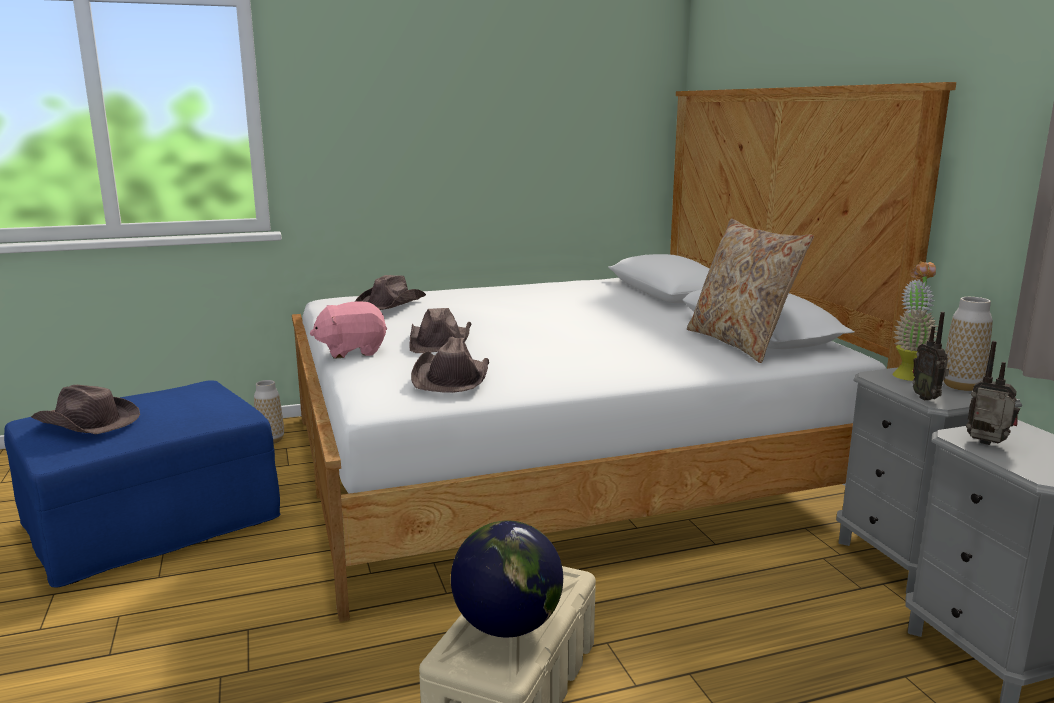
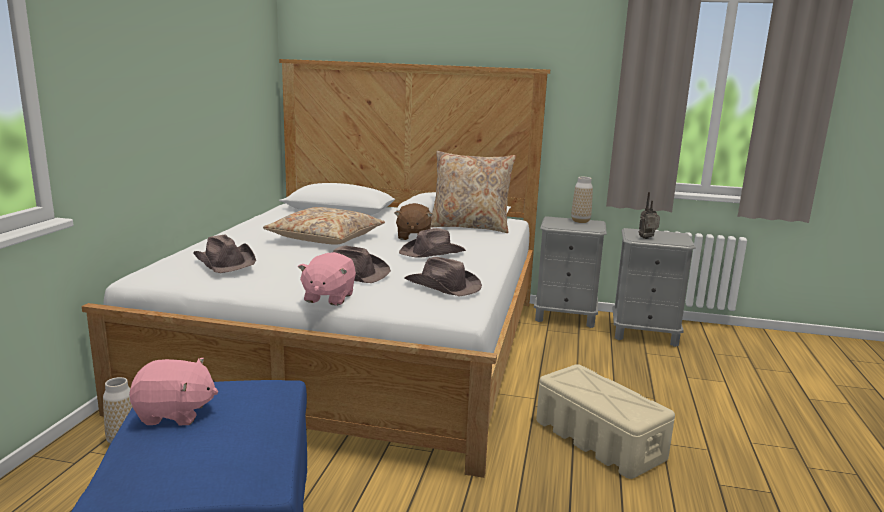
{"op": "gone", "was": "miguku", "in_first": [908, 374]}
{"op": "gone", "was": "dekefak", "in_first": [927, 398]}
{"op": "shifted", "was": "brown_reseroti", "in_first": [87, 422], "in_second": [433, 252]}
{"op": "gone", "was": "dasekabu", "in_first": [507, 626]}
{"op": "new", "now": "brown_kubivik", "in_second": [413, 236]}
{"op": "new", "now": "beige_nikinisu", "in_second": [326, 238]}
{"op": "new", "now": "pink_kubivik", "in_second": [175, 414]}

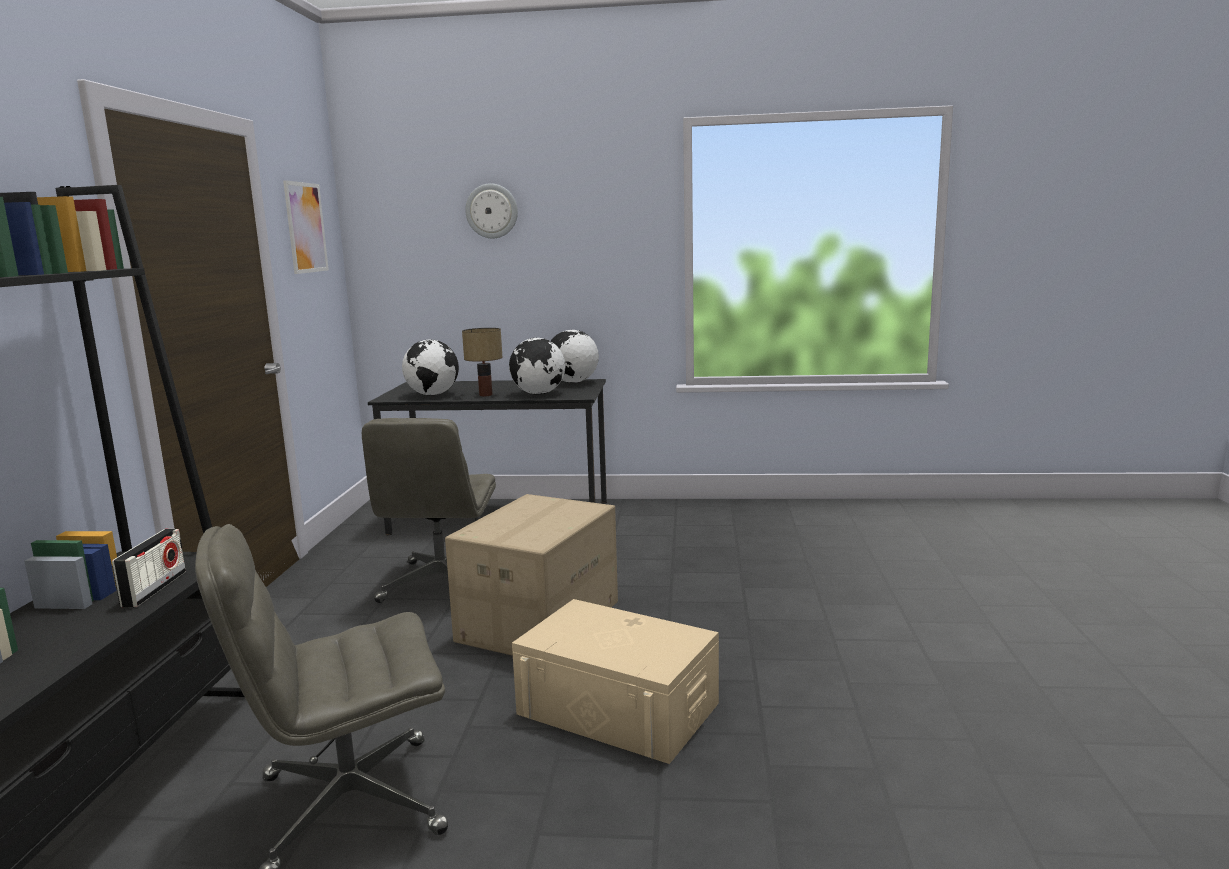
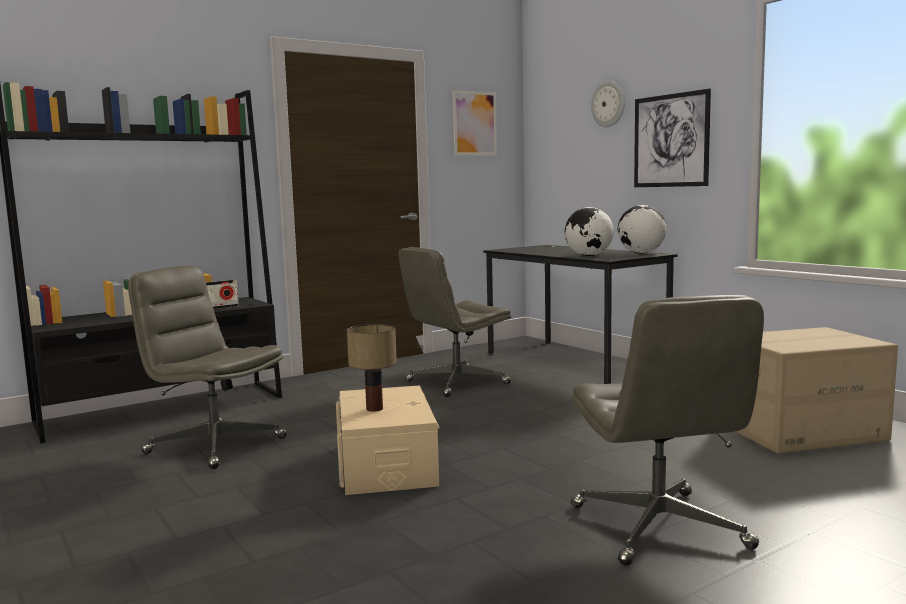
{"op": "shifted", "was": "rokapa", "in_first": [485, 395], "in_second": [374, 408]}
{"op": "gone", "was": "dasekabu", "in_first": [433, 394]}
{"op": "shifted", "was": "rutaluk", "in_first": [538, 621], "in_second": [800, 431]}
{"op": "new", "now": "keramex", "in_second": [670, 140]}
{"op": "new", "now": "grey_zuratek", "in_second": [659, 528]}

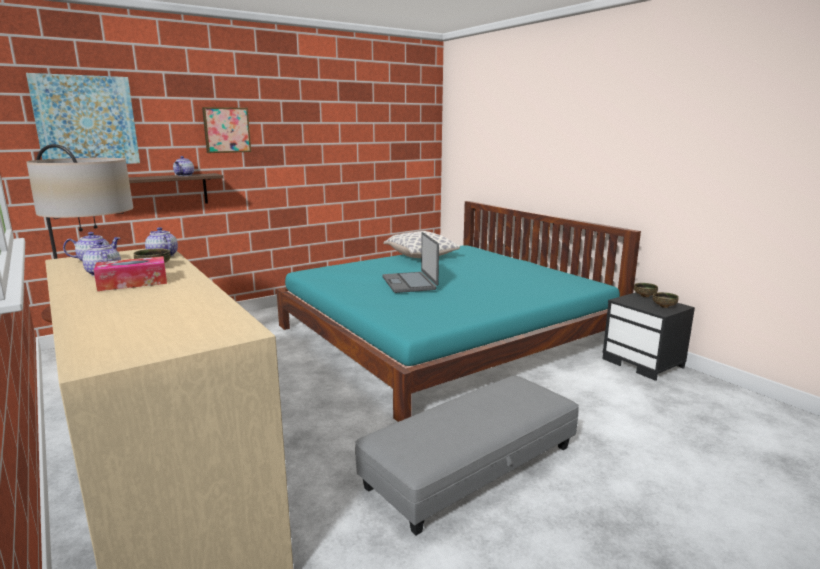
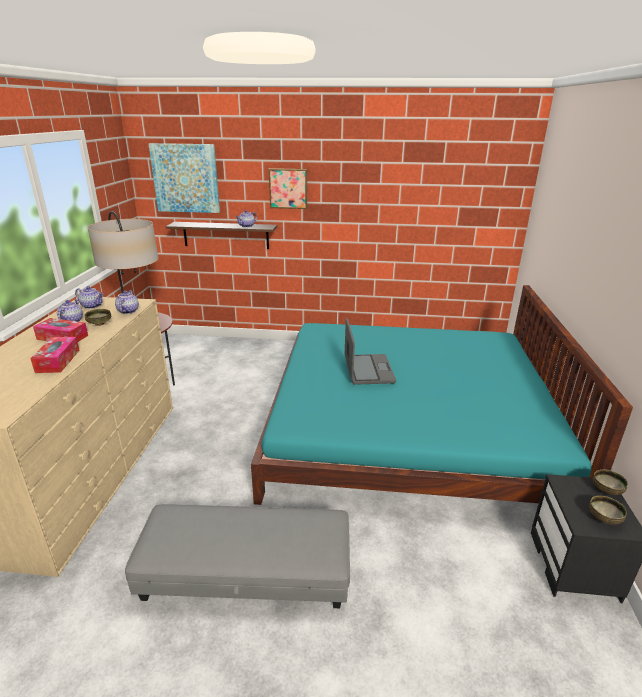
{"op": "gone", "was": "nikinisu", "in_first": [420, 256]}
{"op": "rotated", "was": "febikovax", "in_first": [410, 283], "in_second": [368, 370], "clockwise": 150}
{"op": "new", "now": "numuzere", "in_second": [58, 361]}

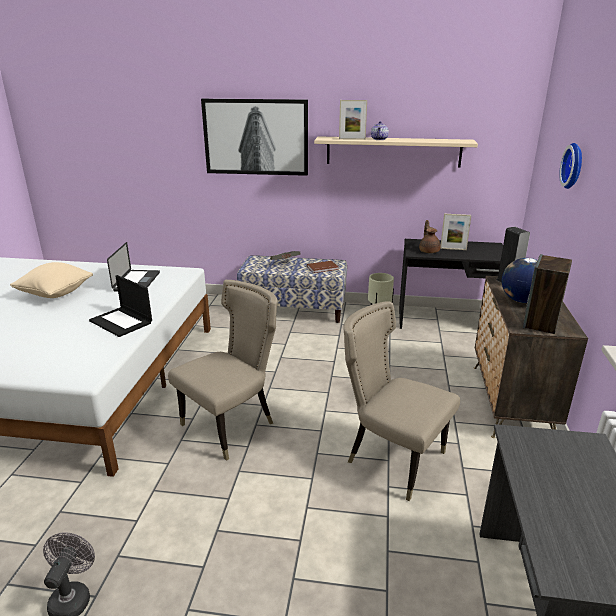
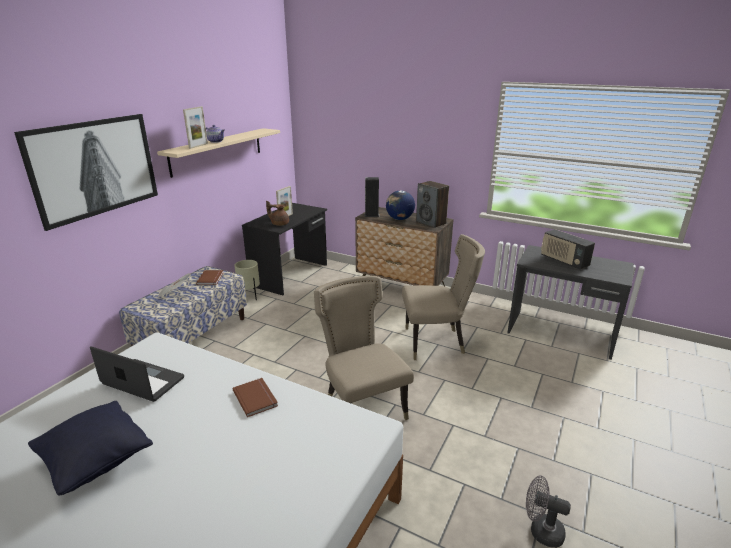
{"op": "gone", "was": "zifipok", "in_first": [574, 166]}
{"op": "repainted", "was": "beige_nikinisu", "now": "black_nikinisu", "in_first": [55, 293], "in_second": [96, 461]}
{"op": "swapped", "was": "febikovax", "now": "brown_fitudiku", "in_first": [122, 322], "in_second": [256, 398]}
{"op": "rotated", "was": "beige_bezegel", "in_first": [391, 458], "in_second": [436, 342], "clockwise": -150}
{"op": "new", "now": "dekefak", "in_second": [563, 261]}

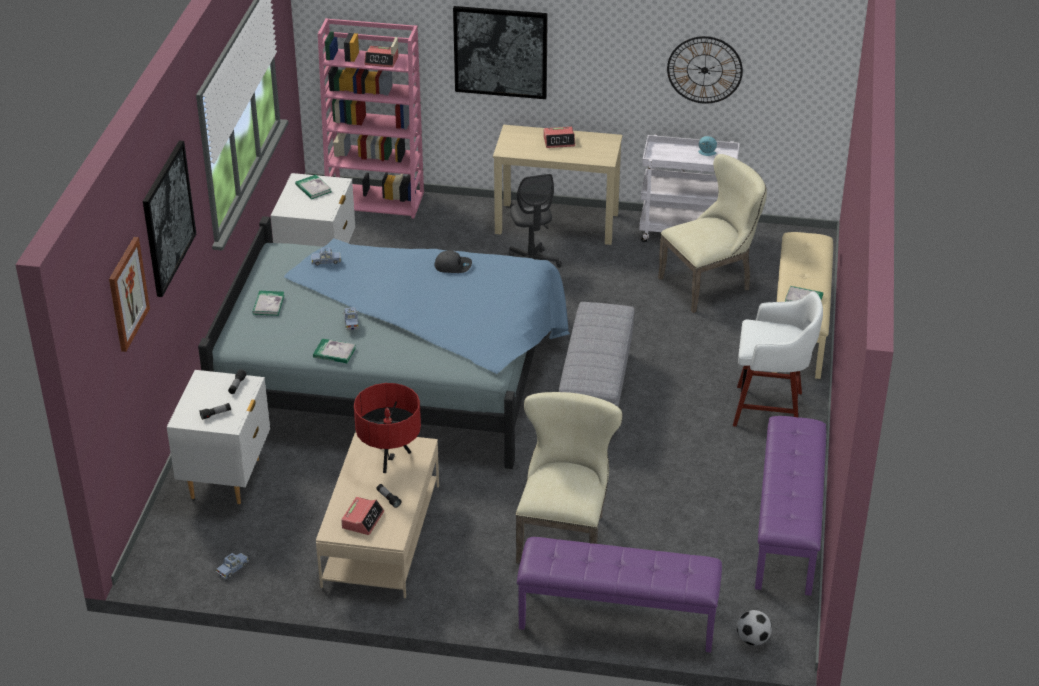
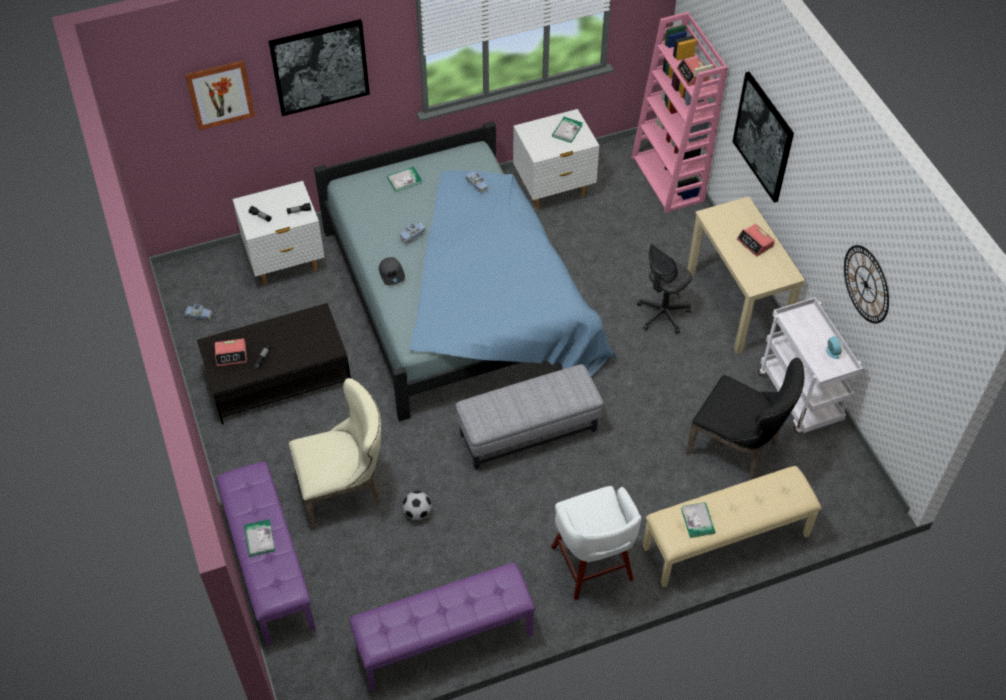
{"op": "repainted", "was": "beige_bezegel", "now": "black_bezegel", "in_first": [710, 283], "in_second": [738, 448]}
{"op": "shifted", "was": "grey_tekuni", "in_first": [453, 266], "in_second": [392, 274]}
{"op": "shifted", "was": "fitudiku", "in_first": [334, 352], "in_second": [259, 539]}
{"op": "gone", "was": "red_rokapa", "in_first": [390, 460]}
{"op": "repainted", "was": "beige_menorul", "now": "black_menorul", "in_first": [381, 535], "in_second": [279, 378]}
{"op": "shifted", "was": "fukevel", "in_first": [753, 639], "in_second": [418, 512]}

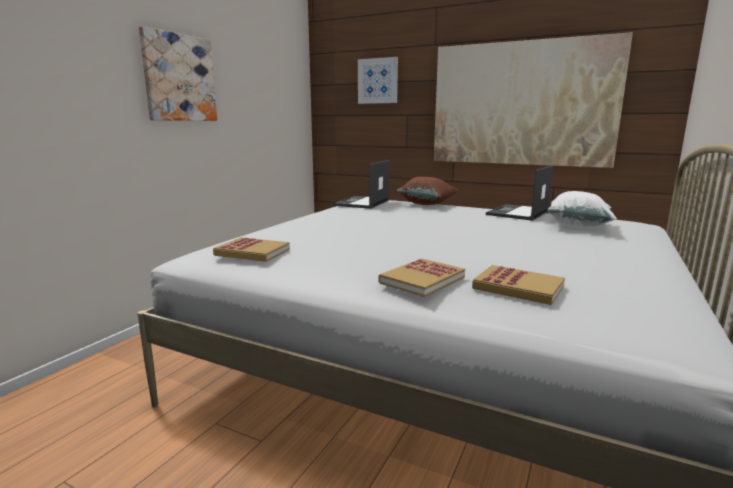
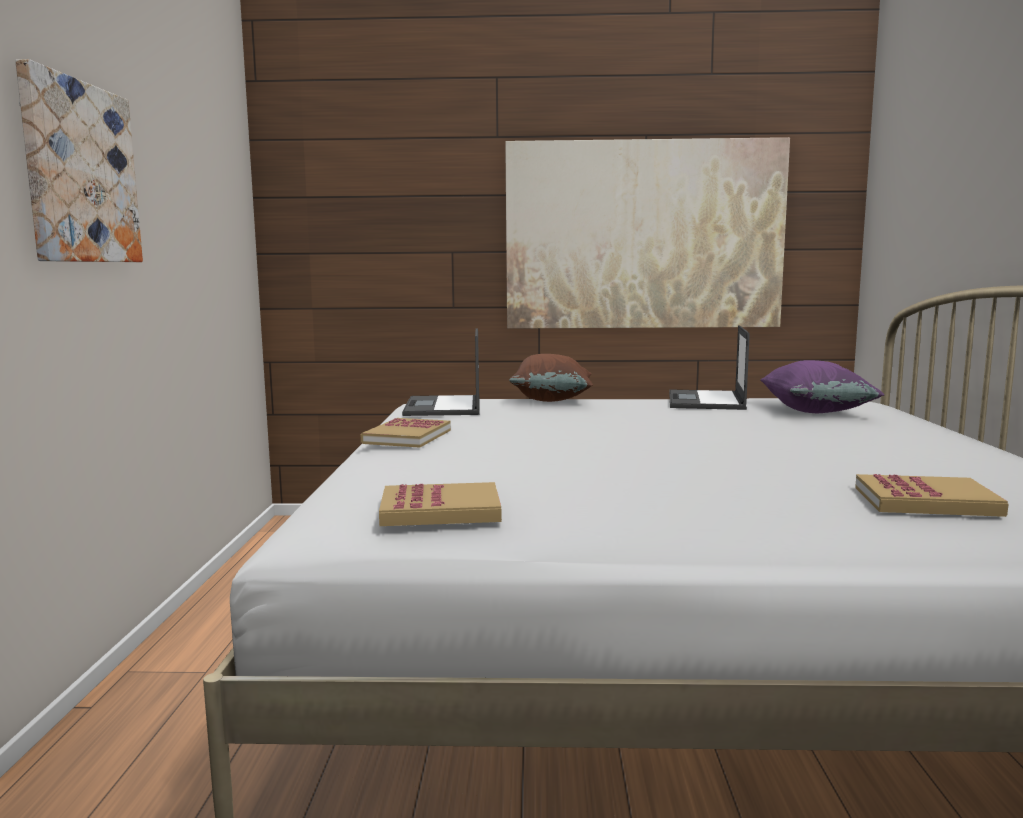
{"op": "gone", "was": "keramex", "in_first": [378, 81]}
{"op": "repainted", "was": "white_nikinisu", "now": "purple_nikinisu", "in_first": [578, 226], "in_second": [815, 411]}
{"op": "shifted", "was": "fitudiku", "in_first": [422, 280], "in_second": [407, 437]}

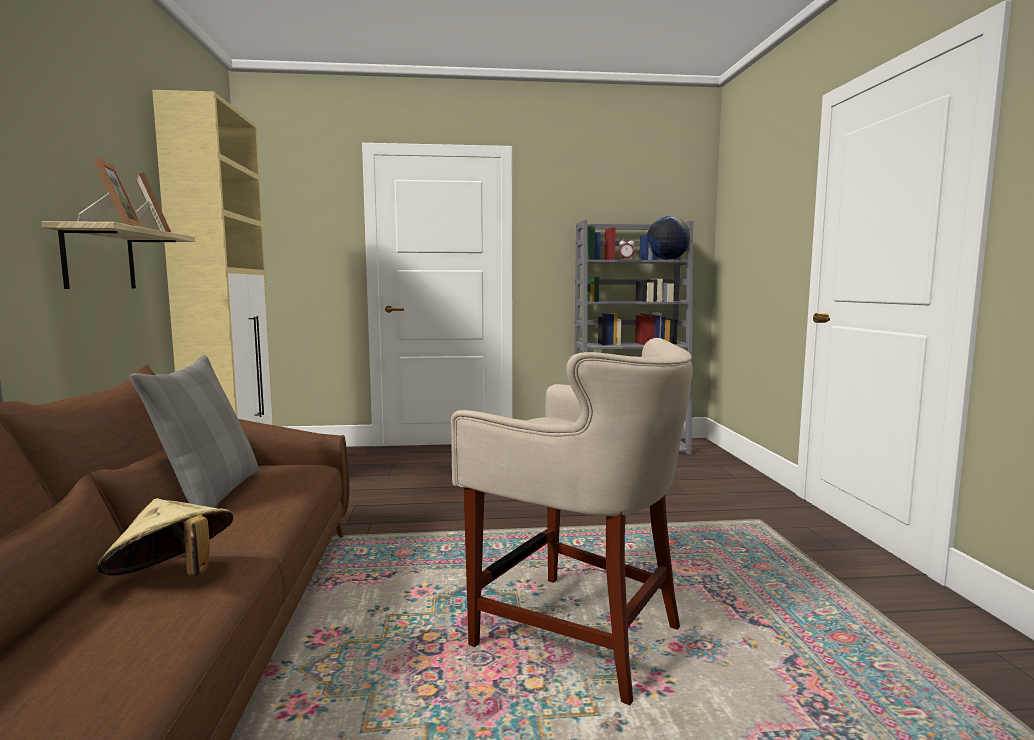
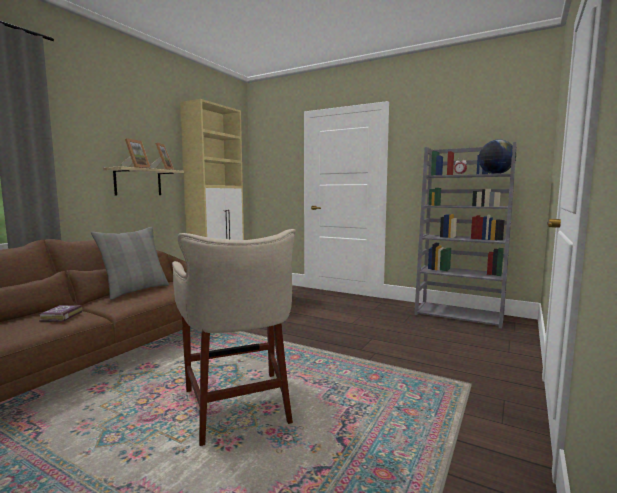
{"op": "swapped", "was": "beige_reseroti", "now": "fitudiku", "in_first": [172, 578], "in_second": [60, 316]}

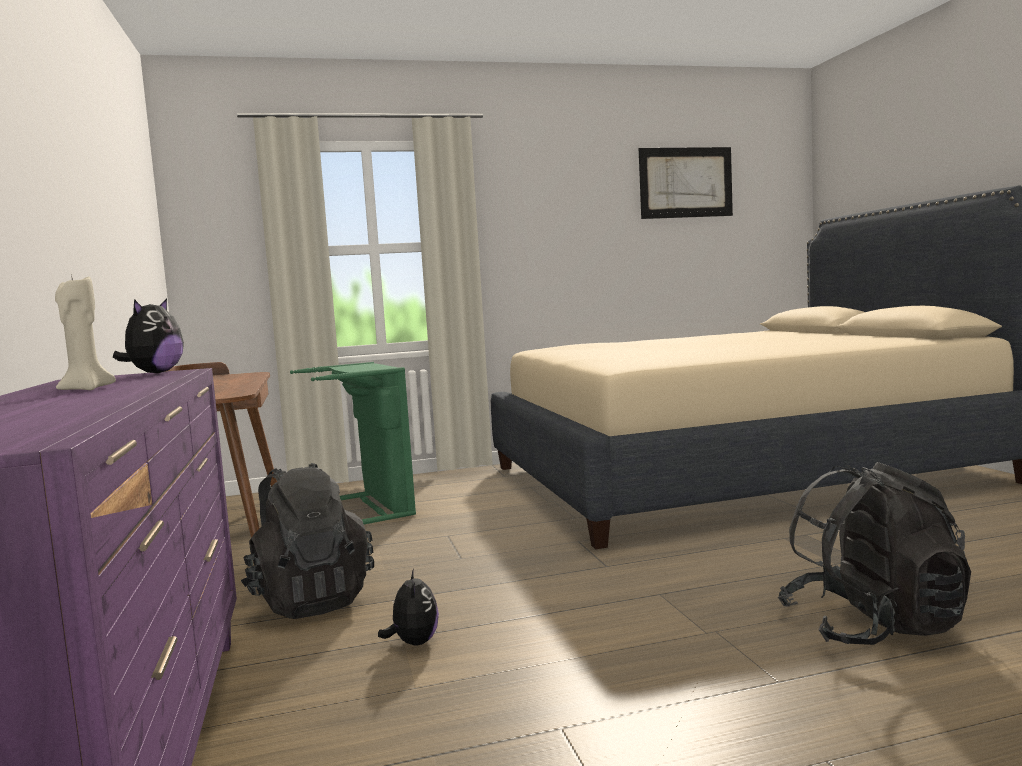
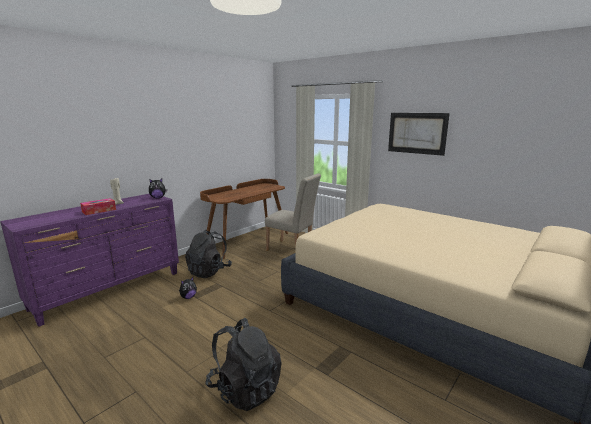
{"op": "shifted", "was": "keramex", "in_first": [686, 182], "in_second": [417, 133]}
{"op": "swapped", "was": "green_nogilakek", "now": "beige_bezegel", "in_first": [371, 508], "in_second": [293, 249]}
{"op": "new", "now": "numuzere", "in_second": [99, 210]}

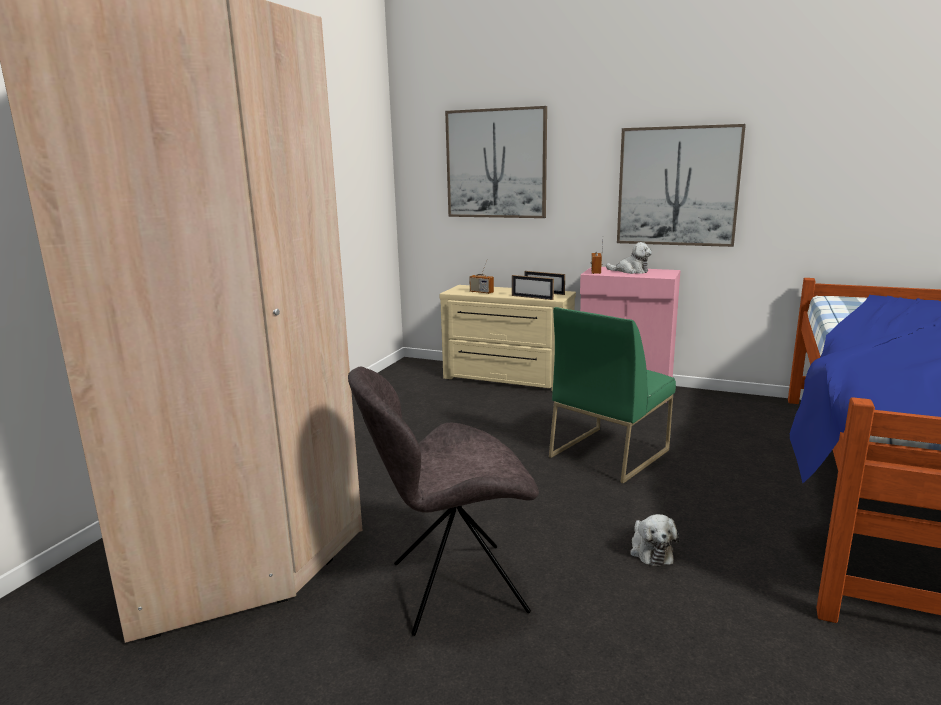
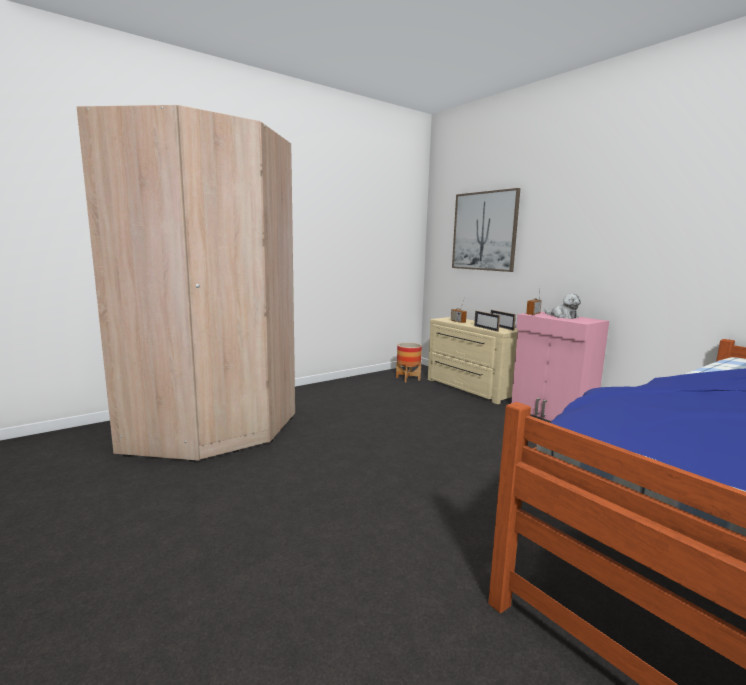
{"op": "gone", "was": "keramex", "in_first": [677, 186]}
{"op": "gone", "was": "green_bezegel", "in_first": [609, 453]}
{"op": "gone", "was": "grey_bezegel", "in_first": [452, 588]}
{"op": "gone", "was": "kubivik", "in_first": [650, 550]}
{"op": "new", "now": "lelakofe", "in_second": [408, 379]}

